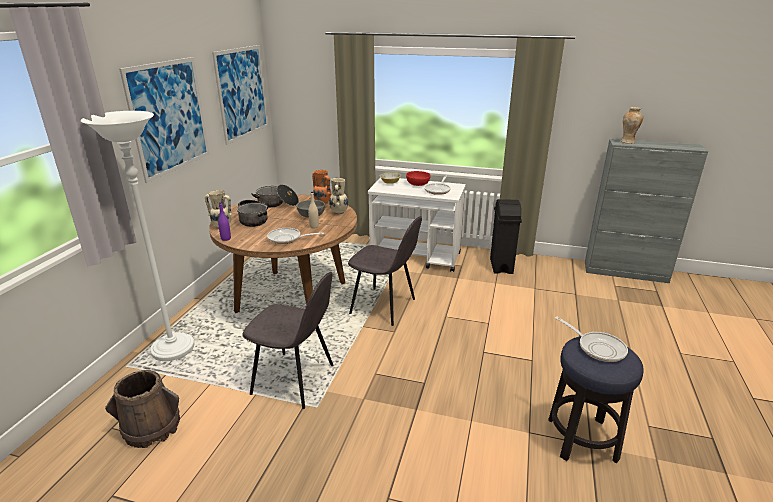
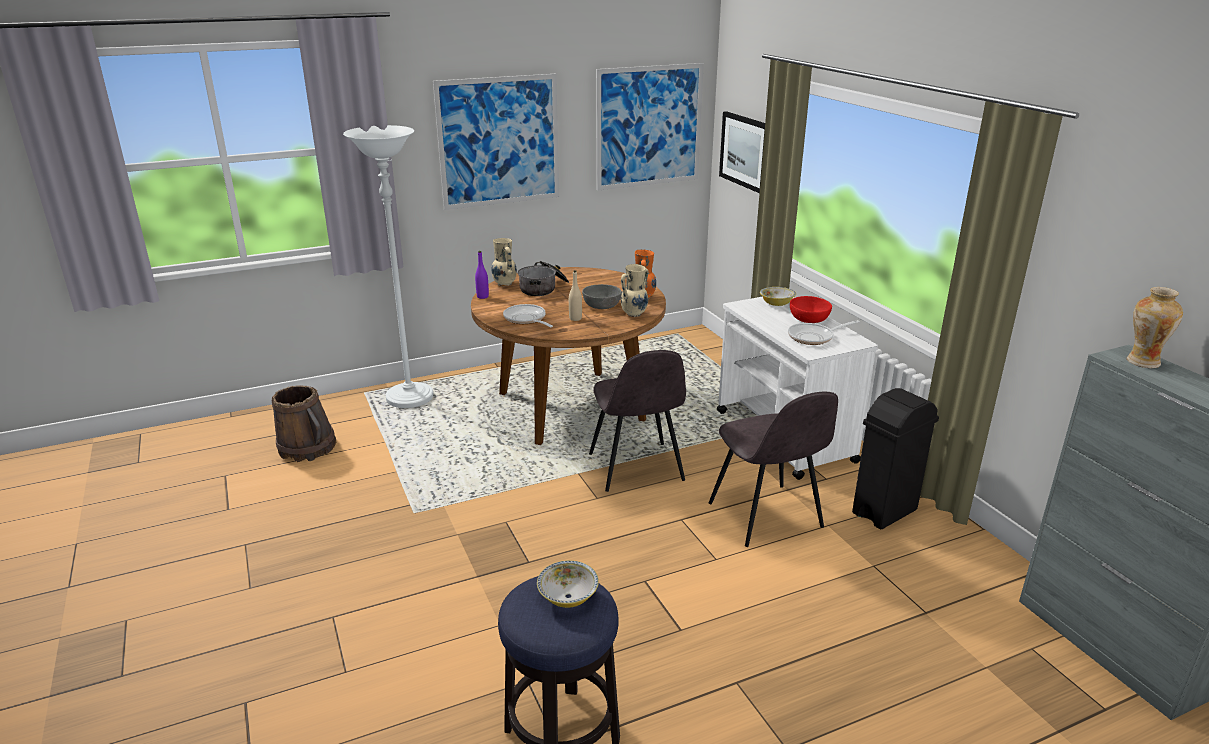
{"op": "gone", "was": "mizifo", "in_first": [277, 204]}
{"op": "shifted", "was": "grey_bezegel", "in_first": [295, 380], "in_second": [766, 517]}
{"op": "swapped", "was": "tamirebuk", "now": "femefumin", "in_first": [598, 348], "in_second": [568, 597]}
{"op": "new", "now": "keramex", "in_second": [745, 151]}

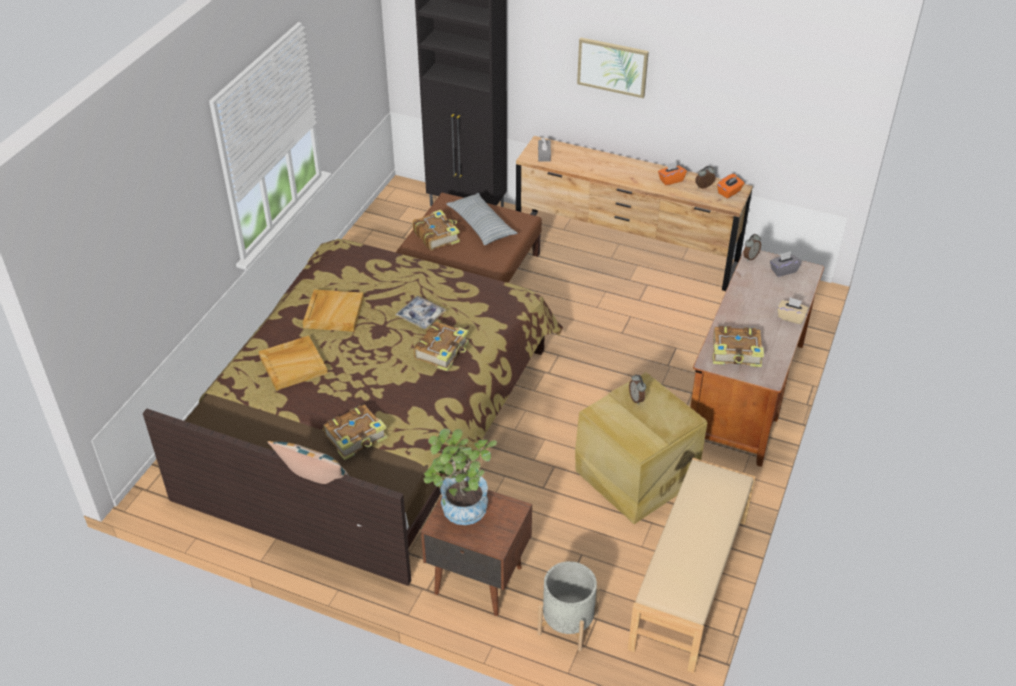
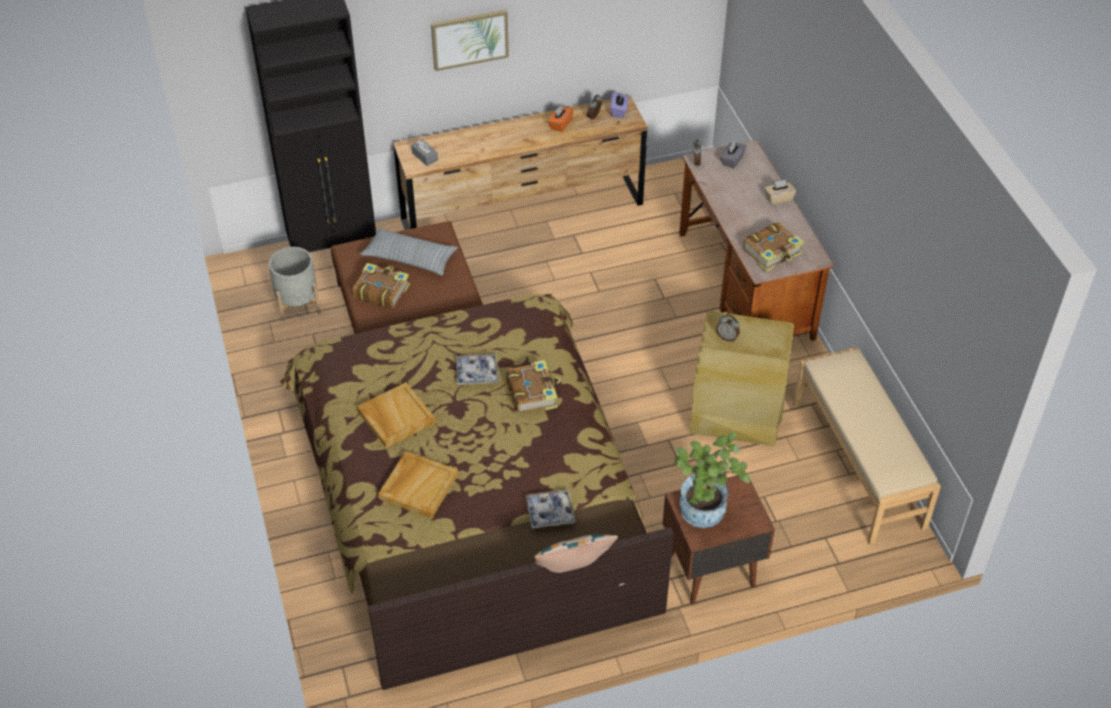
{"op": "repainted", "was": "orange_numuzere", "now": "purple_numuzere", "in_first": [729, 192], "in_second": [619, 111]}
{"op": "swapped", "was": "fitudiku", "now": "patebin", "in_first": [356, 437], "in_second": [550, 512]}
{"op": "shifted", "was": "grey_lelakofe", "in_first": [567, 624], "in_second": [298, 303]}

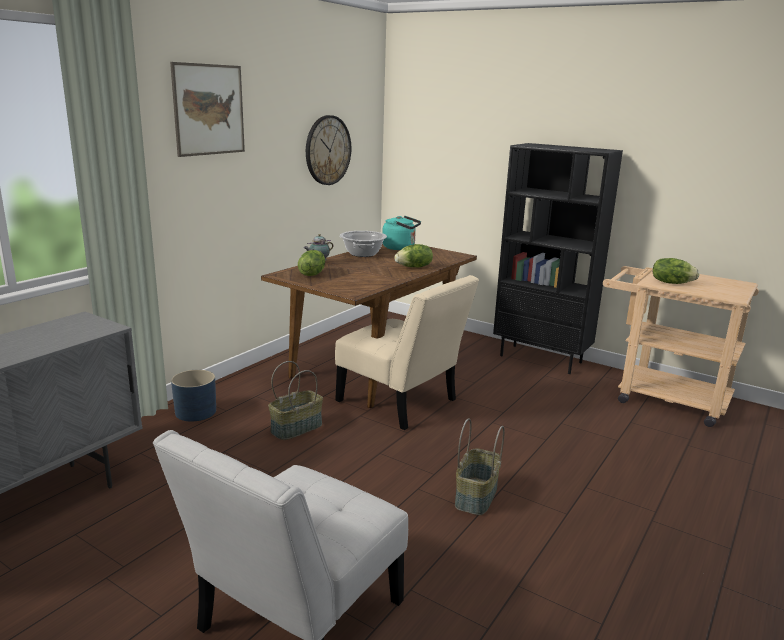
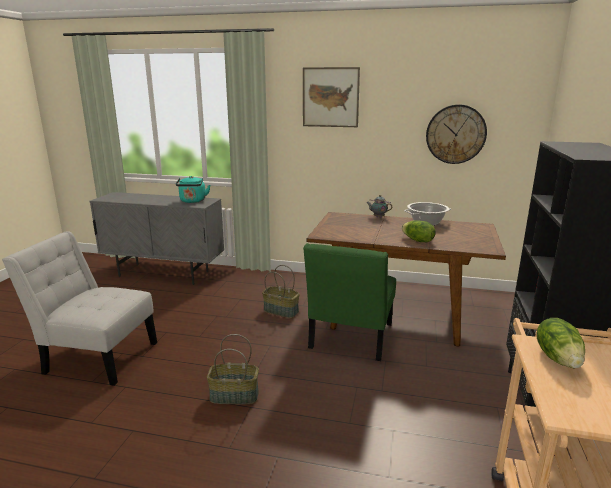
{"op": "shifted", "was": "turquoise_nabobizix", "in_first": [401, 248], "in_second": [193, 201]}
{"op": "gone", "was": "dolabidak", "in_first": [312, 274]}
{"op": "repainted", "was": "beige_bezegel", "now": "green_bezegel", "in_first": [401, 403], "in_second": [350, 339]}
{"op": "gone", "was": "blue_lelakofe", "in_first": [195, 412]}

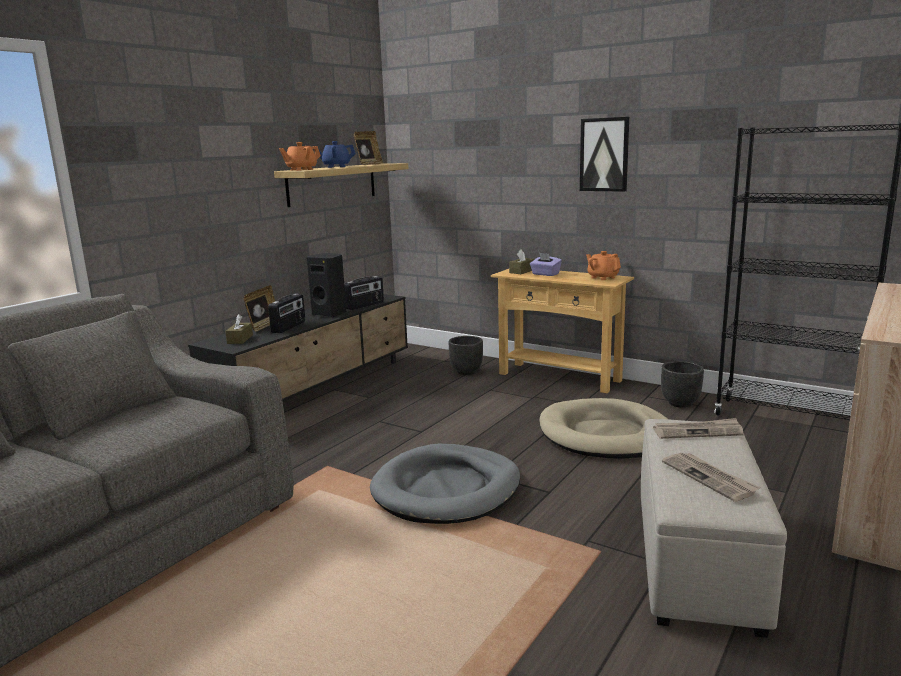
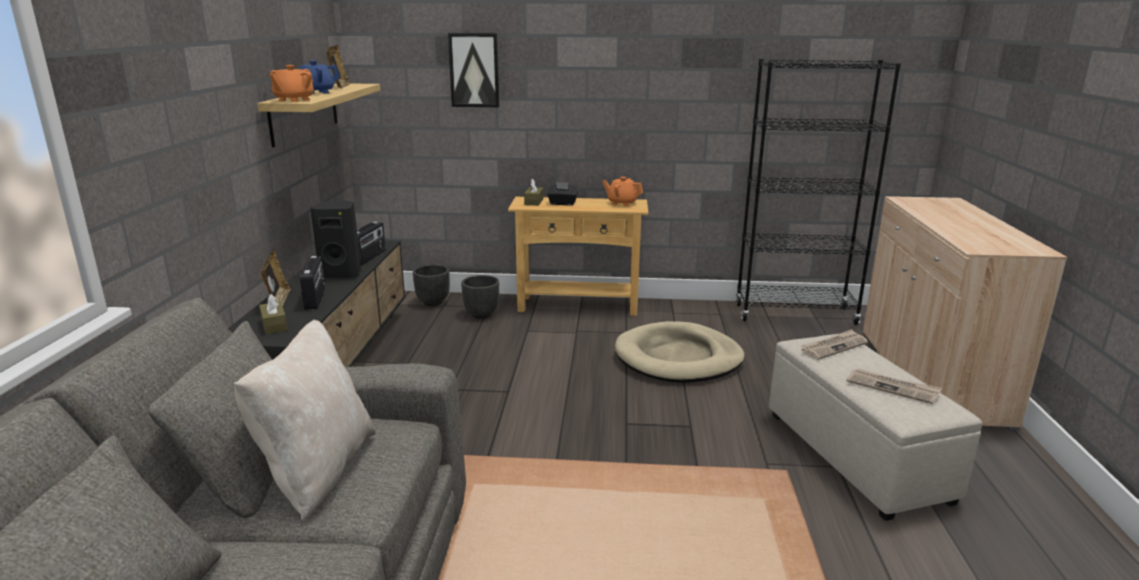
{"op": "shifted", "was": "keramex", "in_first": [604, 154], "in_second": [474, 70]}
{"op": "repainted", "was": "purple_numuzere", "now": "black_numuzere", "in_first": [545, 274], "in_second": [562, 203]}
{"op": "shifted", "was": "black_lelakofe", "in_first": [680, 404], "in_second": [433, 302]}
{"op": "gone", "was": "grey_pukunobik", "in_first": [447, 489]}
{"op": "new", "now": "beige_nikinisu", "in_second": [317, 471]}

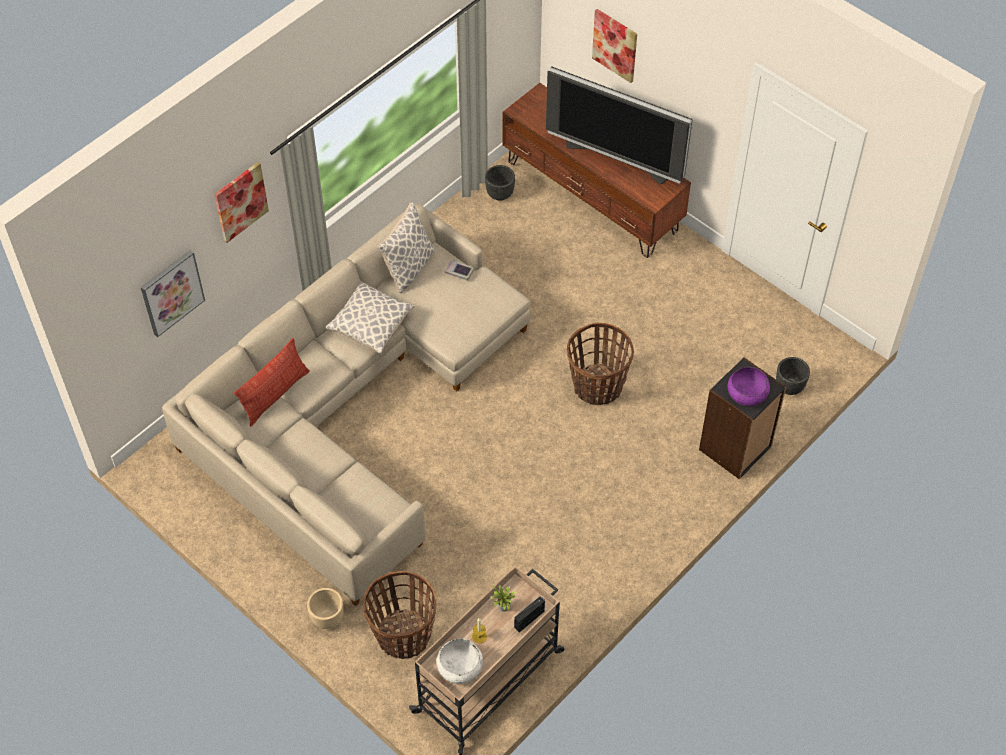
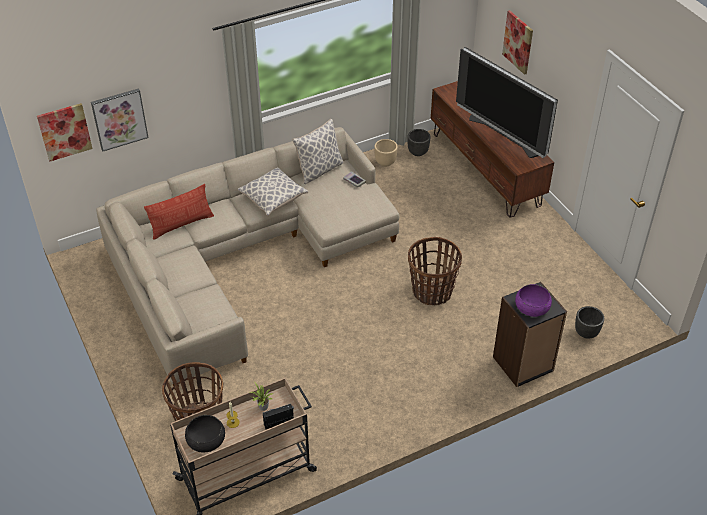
{"op": "shifted", "was": "keramex", "in_first": [240, 201], "in_second": [64, 131]}
{"op": "shifted", "was": "beige_lelakofe", "in_first": [328, 618], "in_second": [385, 162]}
{"op": "repainted", "was": "white_femefumin", "now": "black_femefumin", "in_first": [460, 666], "in_second": [206, 440]}

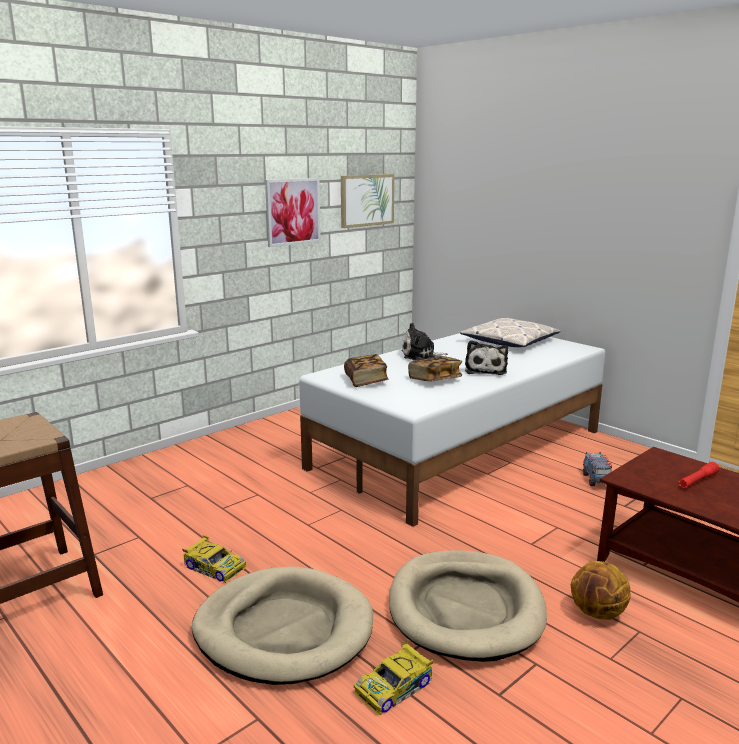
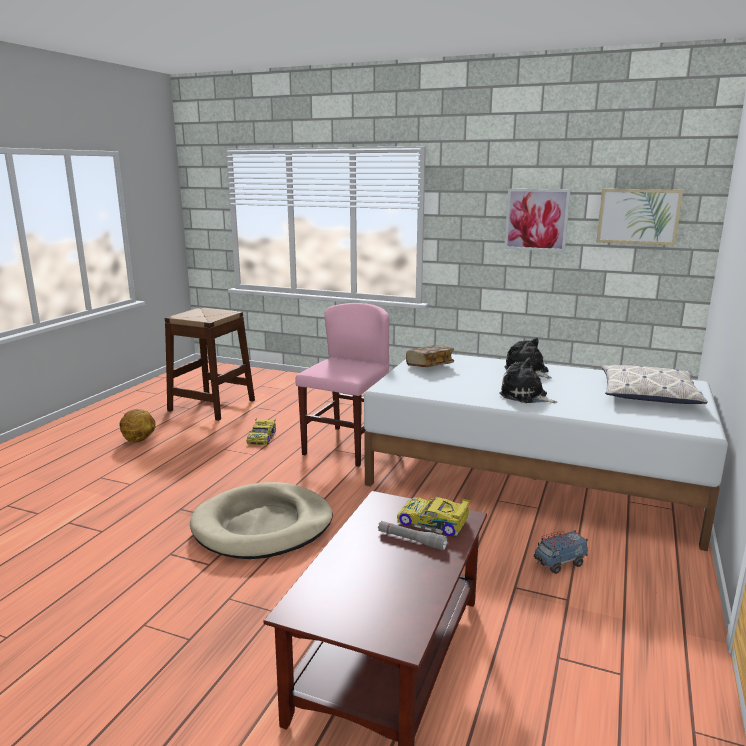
{"op": "rotated", "was": "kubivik", "in_first": [485, 370], "in_second": [525, 396], "clockwise": 60}
{"op": "gone", "was": "fitudiku", "in_first": [434, 380]}
{"op": "repainted", "was": "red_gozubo", "now": "grey_gozubo", "in_first": [697, 481], "in_second": [411, 540]}
{"op": "shifted", "was": "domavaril", "in_first": [597, 613], "in_second": [138, 440]}
{"op": "gone", "was": "beige_pukunobik", "in_first": [284, 630]}
{"op": "shifted", "was": "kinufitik", "in_first": [395, 687], "in_second": [434, 522]}
{"op": "new", "now": "pink_bezegel", "in_second": [347, 446]}

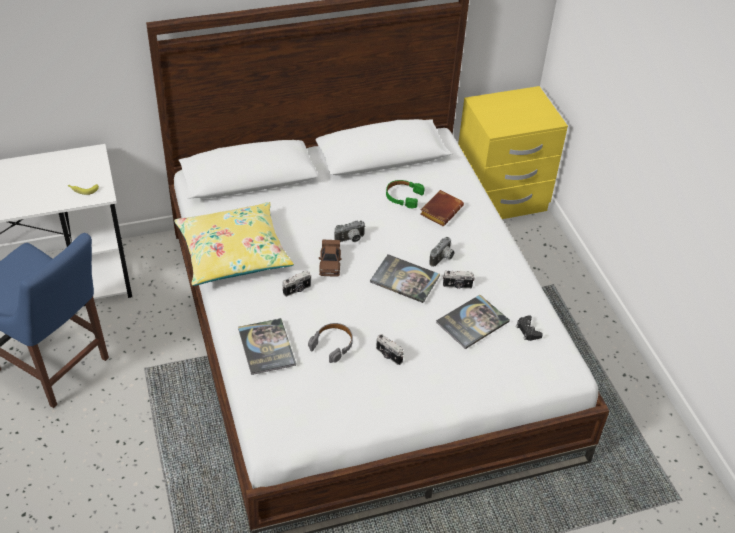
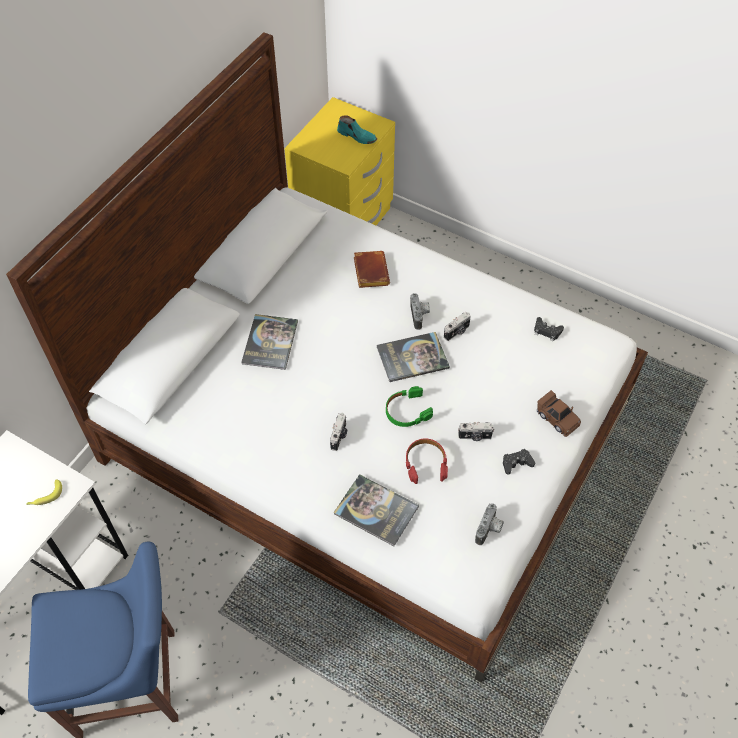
{"op": "shifted", "was": "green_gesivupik", "in_first": [403, 197], "in_second": [407, 411]}
{"op": "gone", "was": "yellow_nikinisu", "in_first": [233, 253]}
{"op": "shifted", "was": "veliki", "in_first": [351, 240], "in_second": [489, 530]}
{"op": "shifted", "was": "brown_kinufitik", "in_first": [330, 264], "in_second": [557, 418]}
{"op": "shifted", "was": "fitudiku", "in_first": [472, 322], "in_second": [270, 342]}
{"op": "repainted", "was": "grey_gesivupik", "now": "red_gesivupik", "in_first": [332, 345], "in_second": [425, 463]}
{"op": "new", "now": "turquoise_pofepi", "in_second": [357, 136]}
{"op": "new", "now": "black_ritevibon", "in_second": [516, 463]}

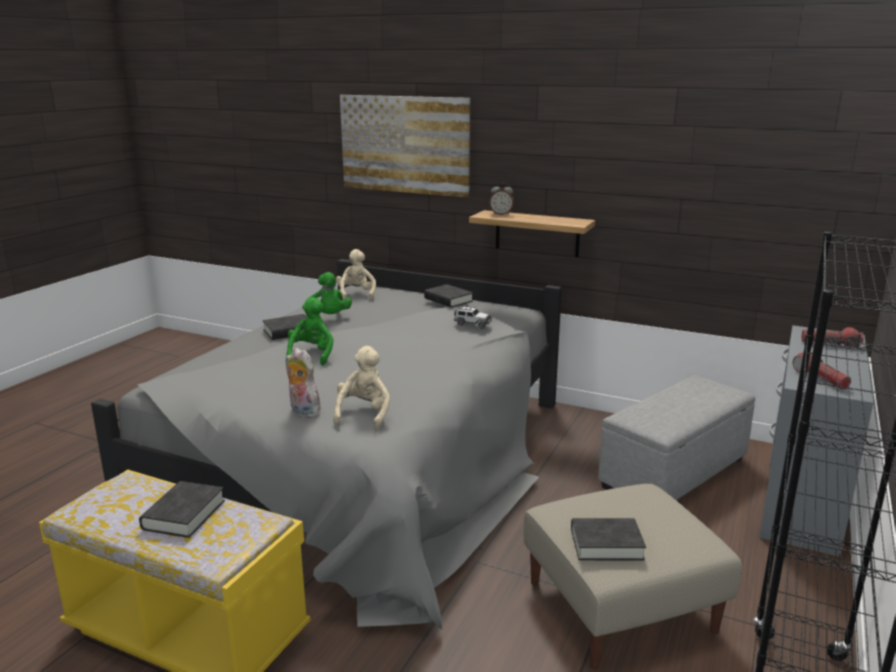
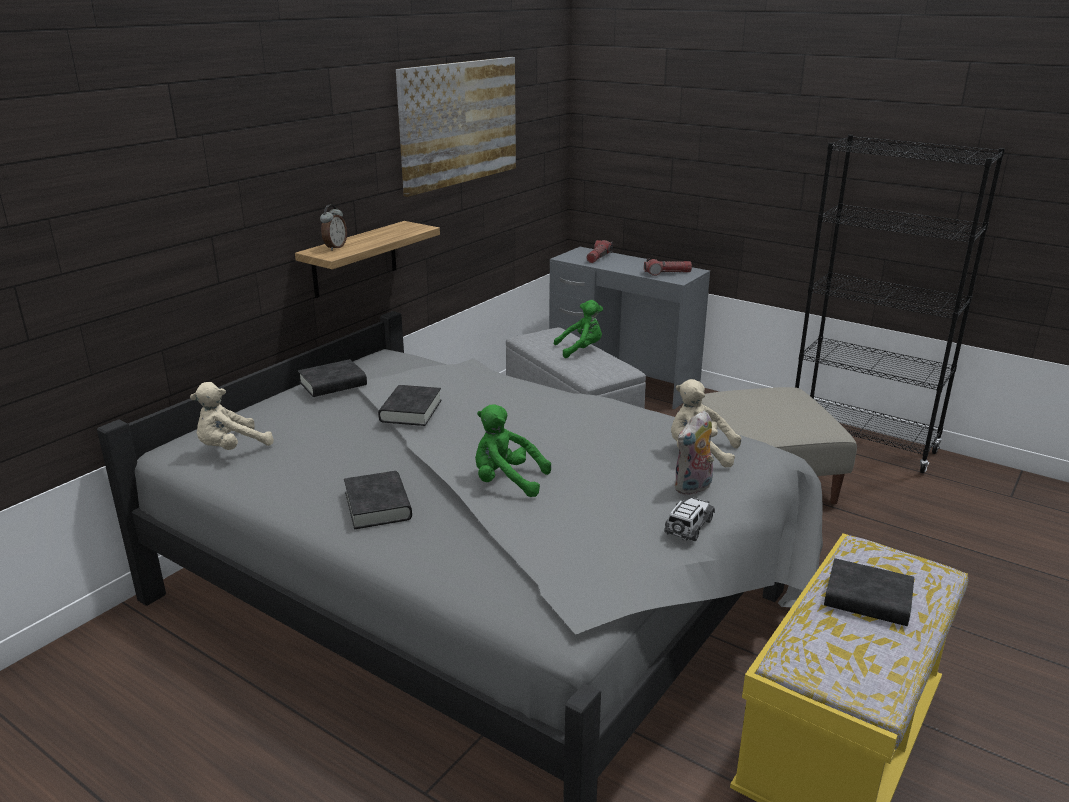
{"op": "shifted", "was": "keramex", "in_first": [404, 144], "in_second": [459, 123]}
{"op": "rotated", "was": "beige_kubivik", "in_first": [356, 295], "in_second": [231, 448], "clockwise": -45}
{"op": "shifted", "was": "green_kubivik", "in_first": [329, 317], "in_second": [581, 349]}
{"op": "shifted", "was": "kinufitik", "in_first": [472, 324], "in_second": [688, 527]}
{"op": "shifted", "was": "black_fitudiku", "in_first": [606, 544], "in_second": [411, 411]}

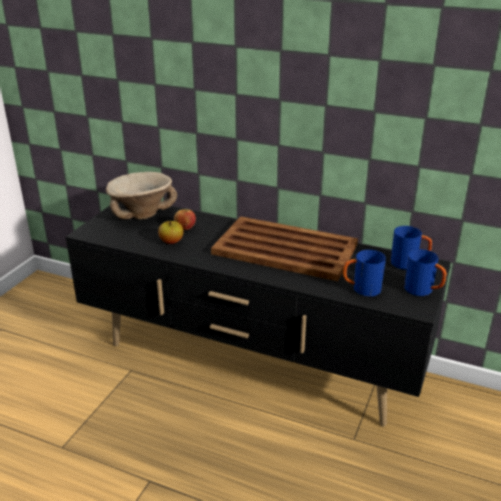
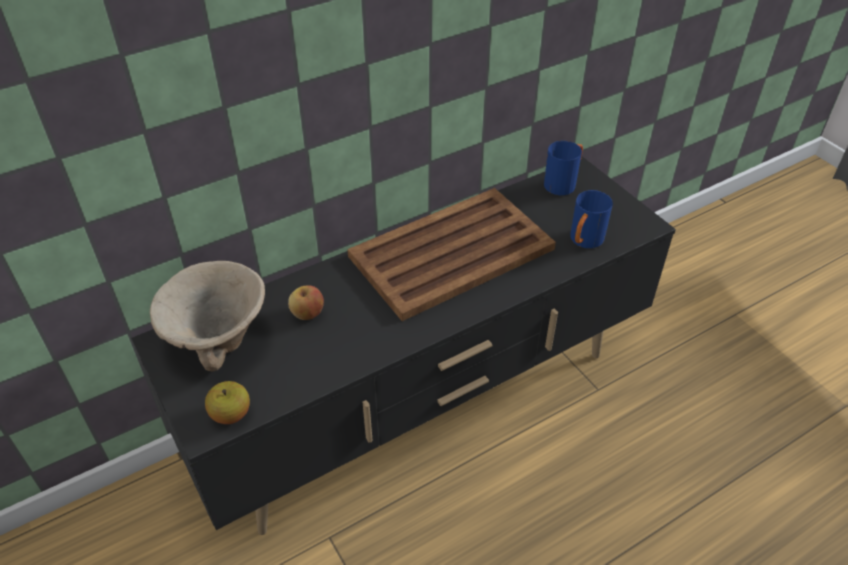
{"op": "shifted", "was": "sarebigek", "in_first": [171, 242], "in_second": [231, 414]}
{"op": "gone", "was": "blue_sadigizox", "in_first": [423, 291]}

